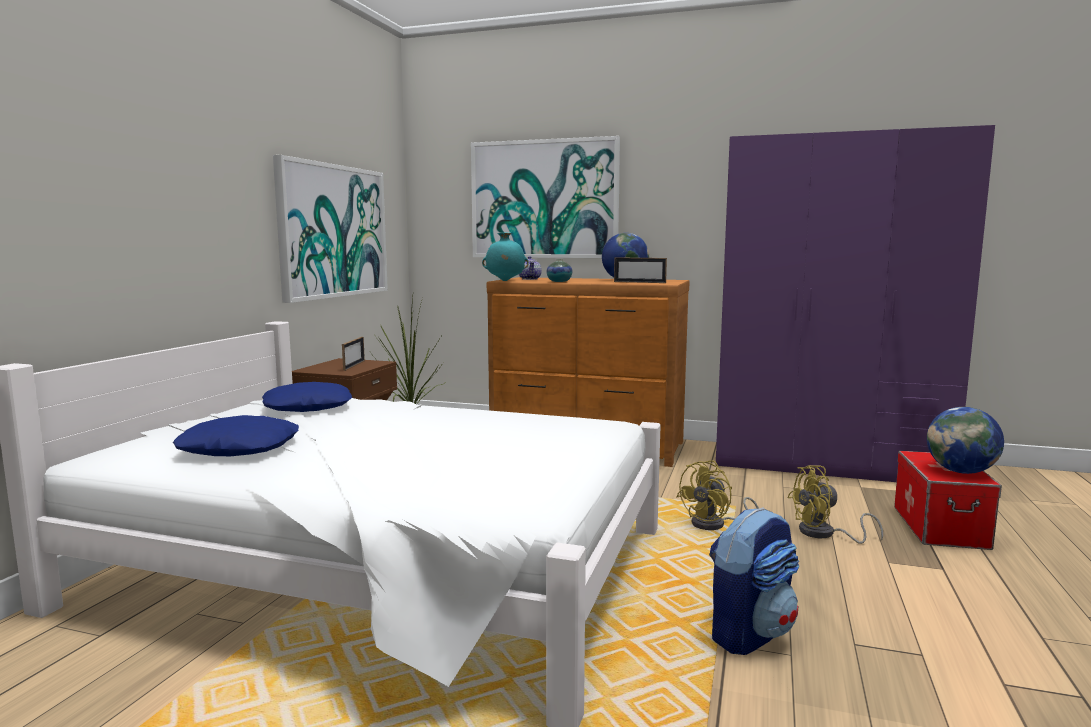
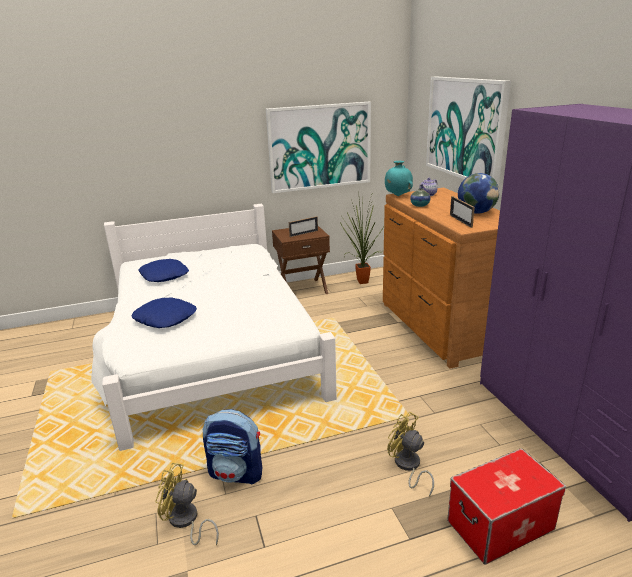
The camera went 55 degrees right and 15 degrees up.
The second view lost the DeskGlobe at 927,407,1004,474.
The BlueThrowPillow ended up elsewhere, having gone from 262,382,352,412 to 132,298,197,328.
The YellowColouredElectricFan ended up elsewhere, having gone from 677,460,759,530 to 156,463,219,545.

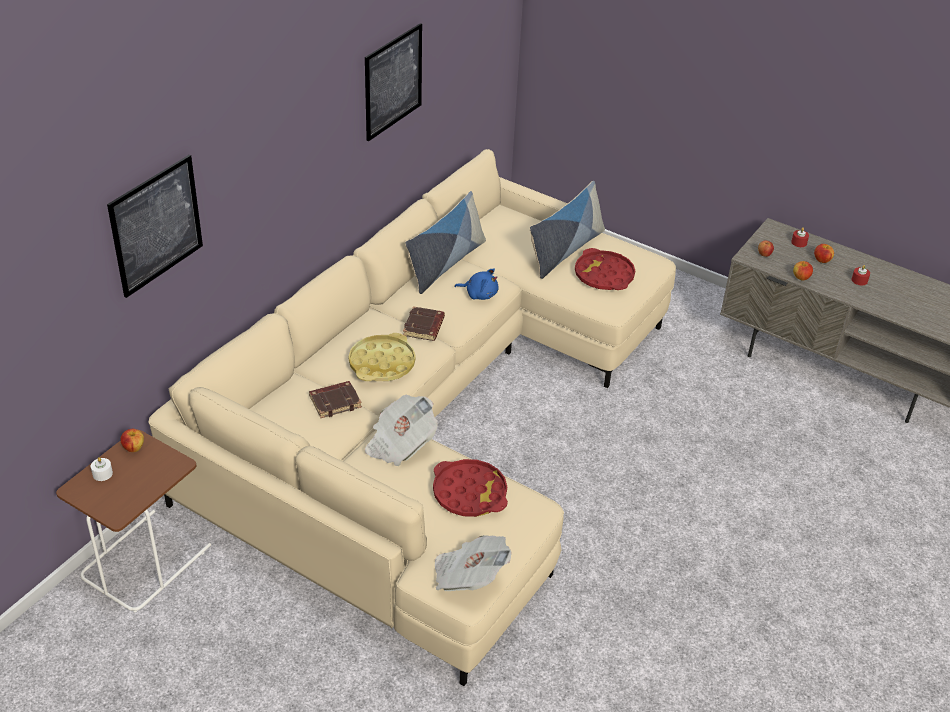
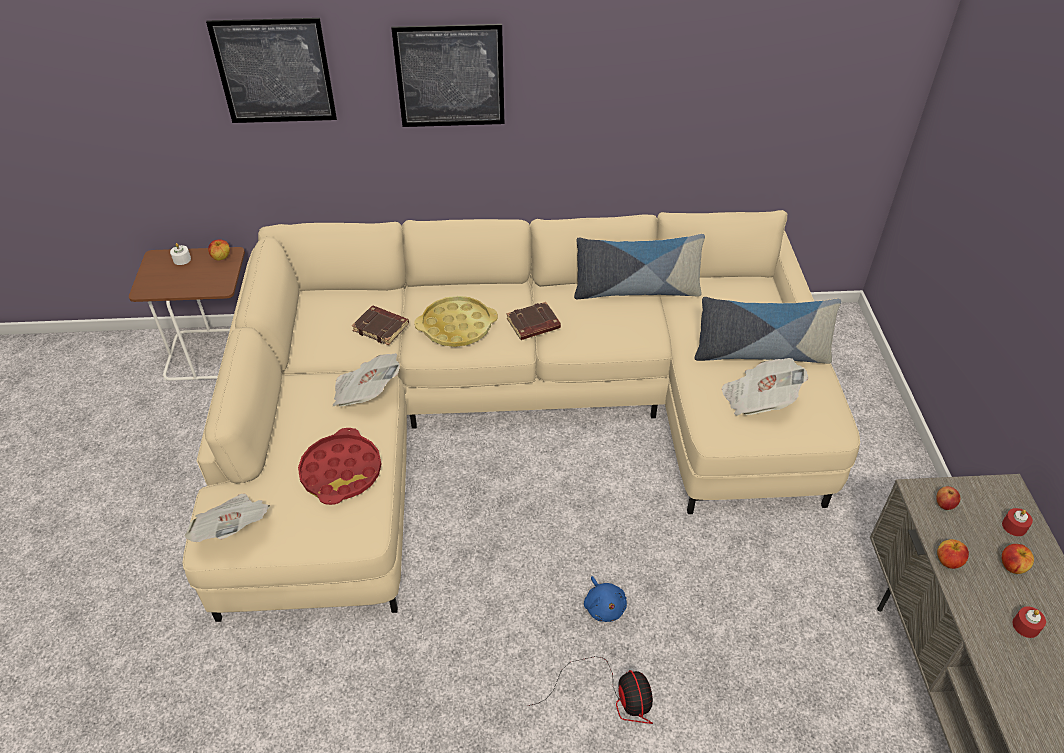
The camera went 55 degrees right and 5 degrees up.
The second view gained the ElectricFan at 528,656,653,724.
The Picture ended up elsewhere, having gone from 365,23,422,142 to 391,24,504,127.
The BlueCuddlyToy ended up elsewhere, having gone from 454,268,499,300 to 584,576,627,622.
Where the RedColouredServingTray stood at 575,248,635,290, the Newspaper came to stand at 721,358,808,416.

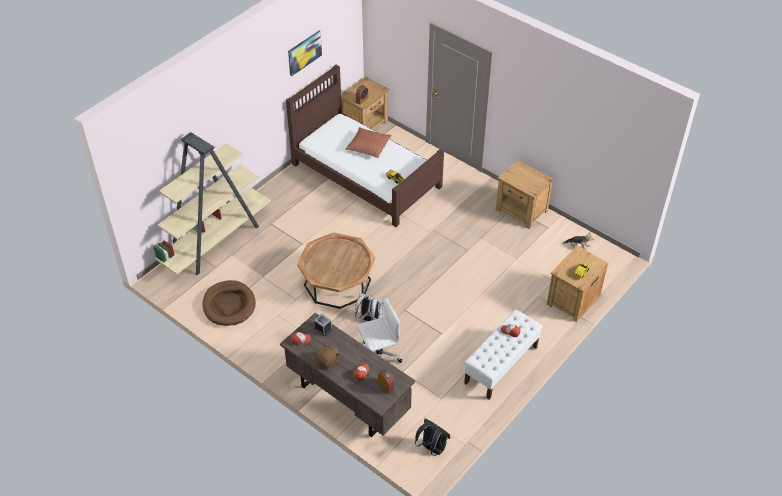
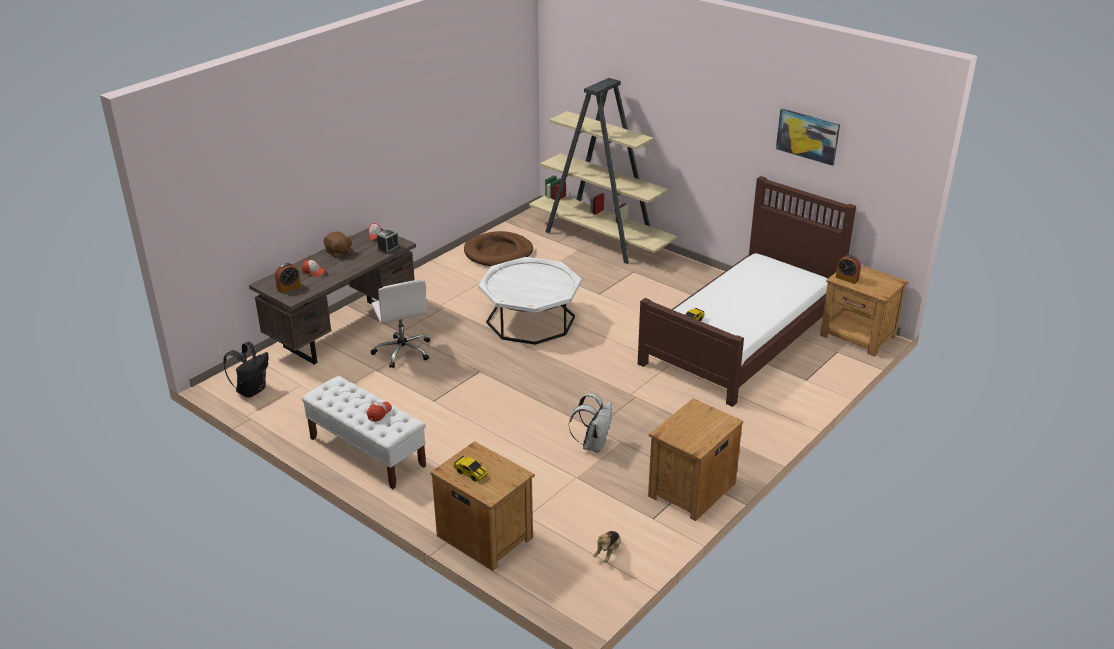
The camera went 90 degrees right and 15 degrees down.
The second view lost the ThrowPillow at 346,127,392,158.
The WhitishRucksack ended up elsewhere, having gone from 355,293,384,321 to 569,393,612,453.
What was the BrownCoffeeTable at 297,232,375,309 turned into the WhitishCoffeeTable at 479,257,581,345.

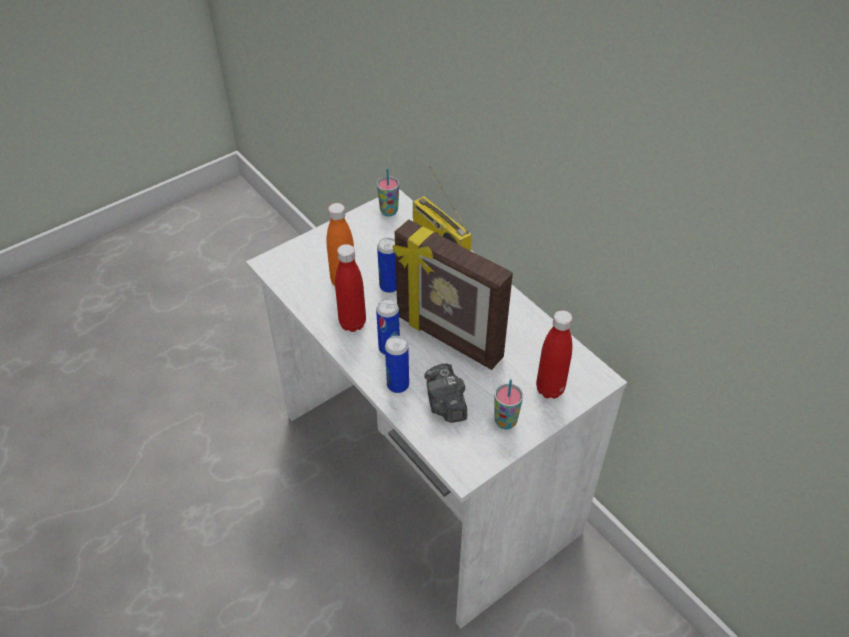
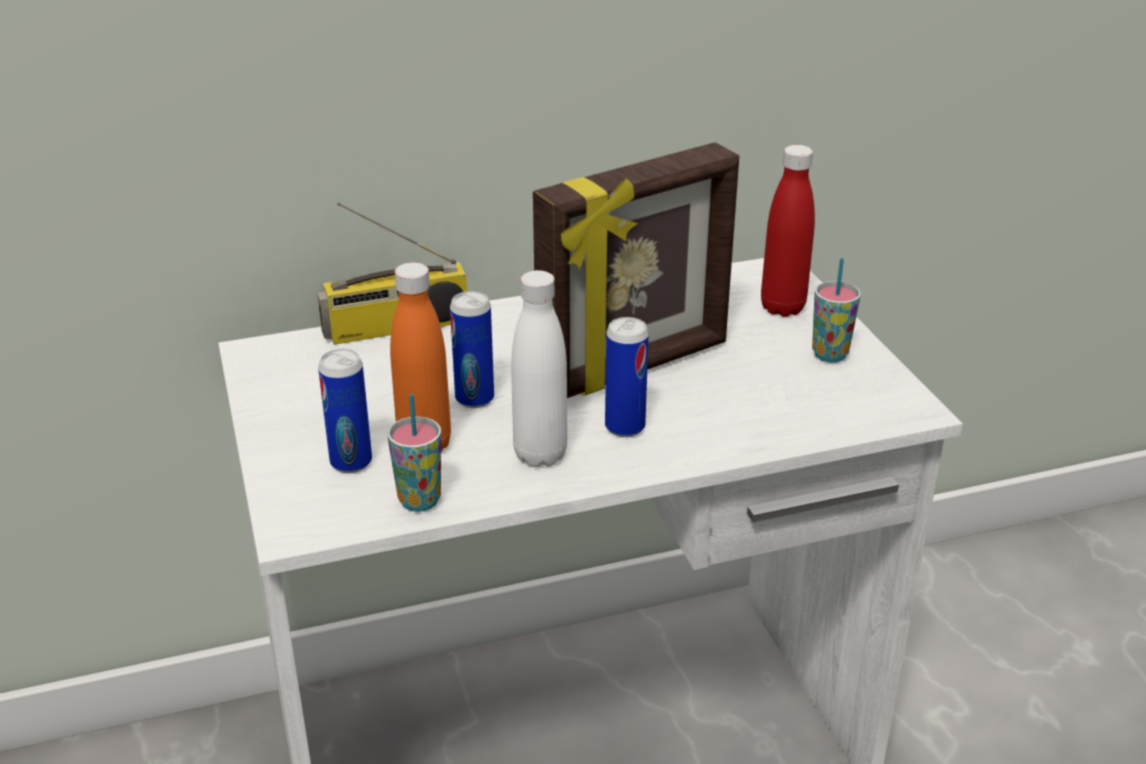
The camera went 70 degrees left and 15 degrees down.
The second view lost the PhotoCamera at 424,363,467,423.
The DrinkingCup ended up elsewhere, having gone from 377,168,399,216 to 387,394,441,512.
The Can ended up elsewhere, having gone from 385,336,409,393 to 318,349,372,473.
What was the RedColouredDrinkBottle at 335,244,366,332 turned into the WhitishDrinkBottle at 511,270,568,467.

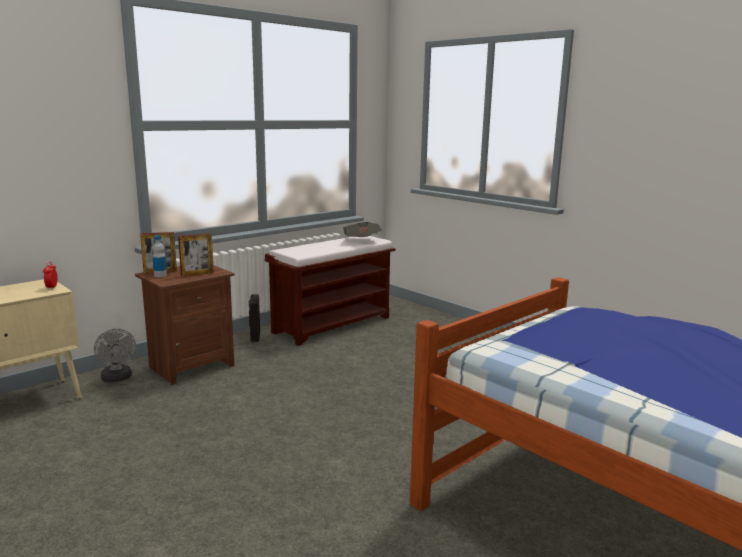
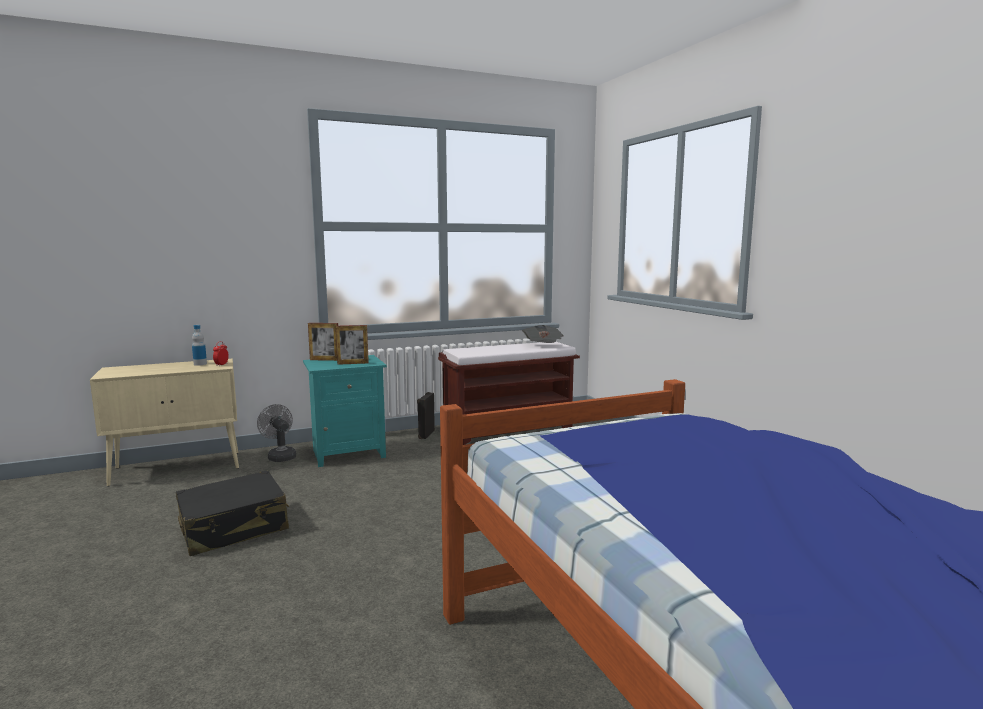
The camera went 20 degrees right and 5 degrees down.
The second view gained the BlackishSuitcase at 176,470,289,556.
The DrinkBottle ended up elsewhere, having gone from 153,235,167,277 to 192,325,207,366.
What was the BrownBedsideTable at 135,265,235,385 turned into the BlueGreenBedsideTable at 303,355,387,467.
The GreyishElectricFan at 94,328,136,382 ended up facing another way, 150 degrees clockwise from before.

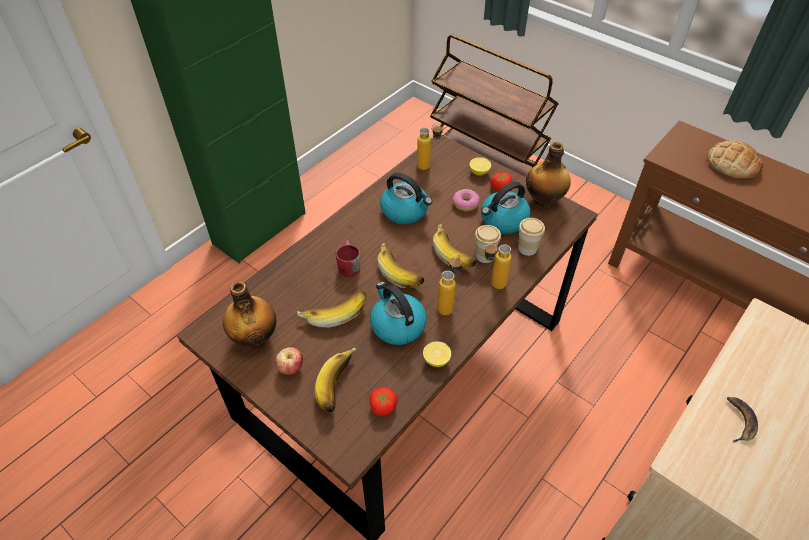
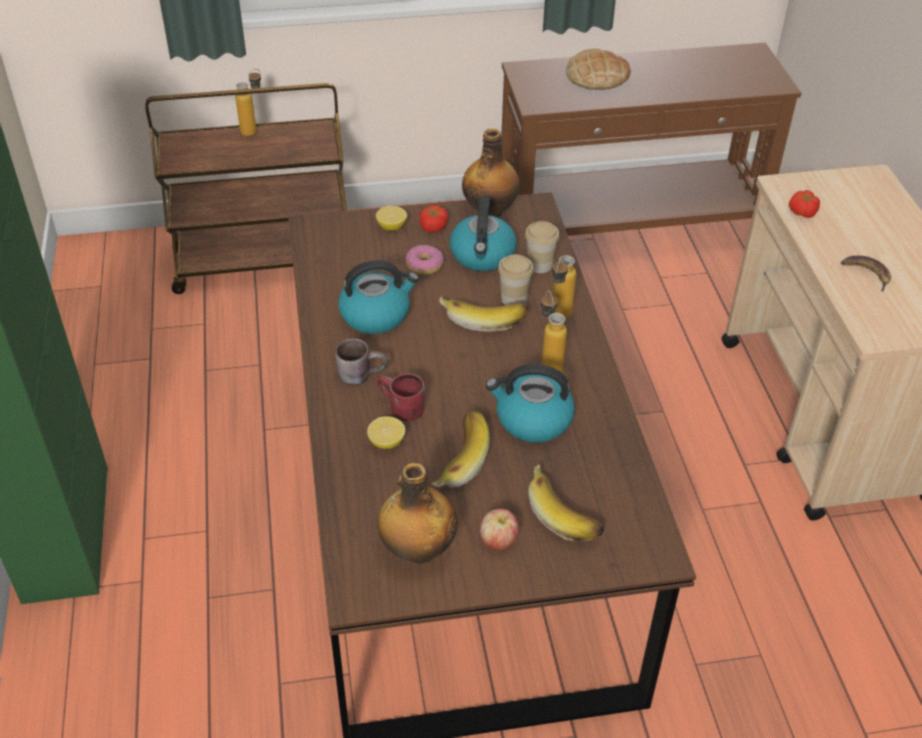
The camera went 50 degrees left and 5 degrees down.
The second view lost the WholeBanana at 378,243,425,288.
The second view gained the BrownMug at 335,338,388,385.
The Tomato ended up elsewhere, having gone from 370,387,397,416 to 789,190,820,218.
The DrinkBottle ended up elsewhere, having gone from 417,123,444,170 to 235,69,261,136.
The CitrusFruit ended up elsewhere, having gone from 423,341,451,367 to 367,417,405,449.

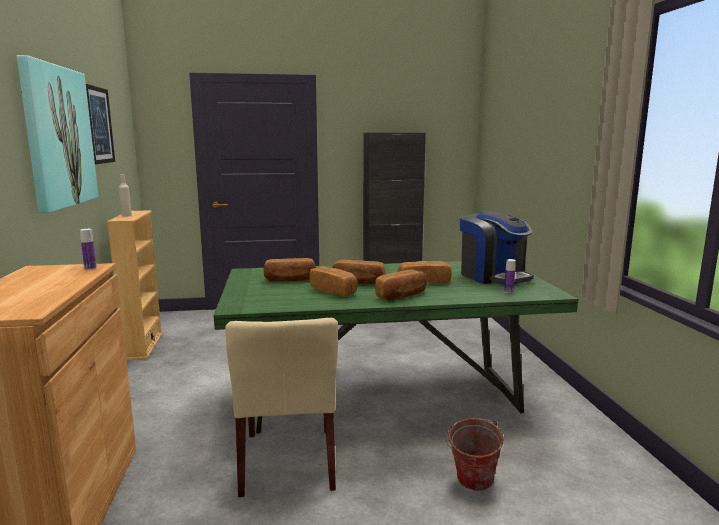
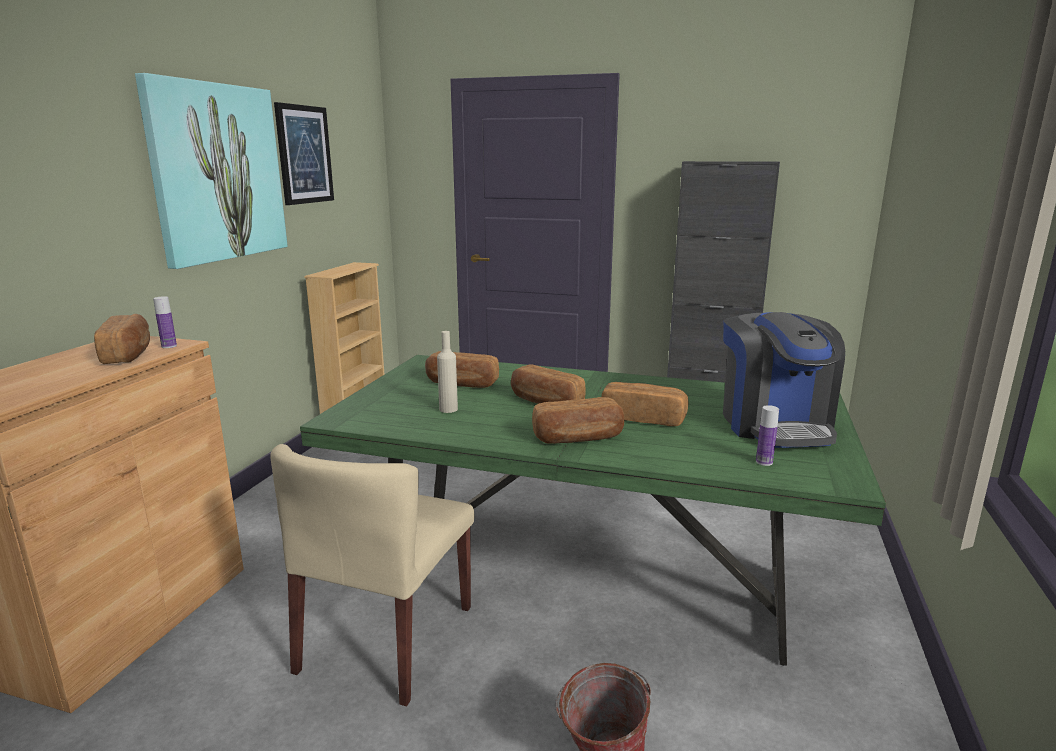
The camera went 25 degrees right and 5 degrees up.
The SandColouredDrinkBottle ended up elsewhere, having gone from 118,174,132,217 to 437,331,458,413.
The Bread ended up elsewhere, having gone from 310,266,358,297 to 94,314,150,364.

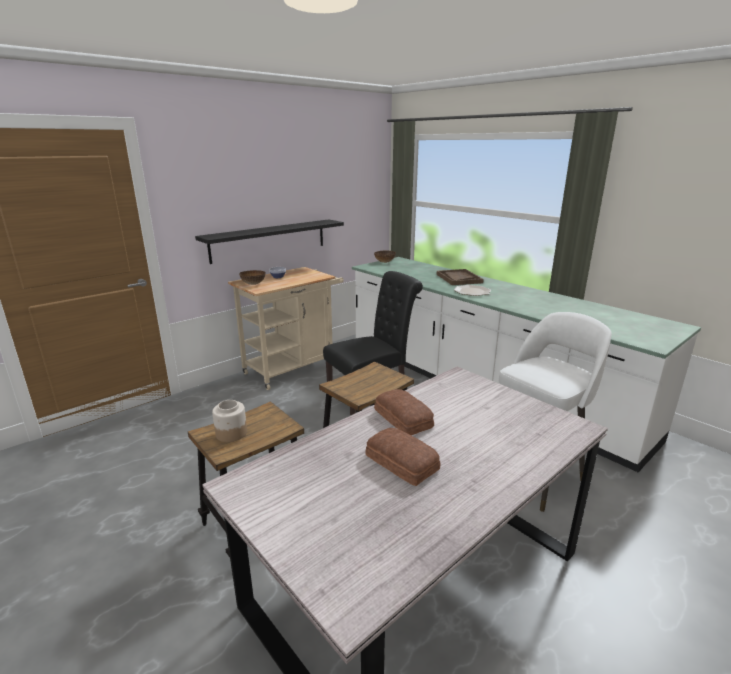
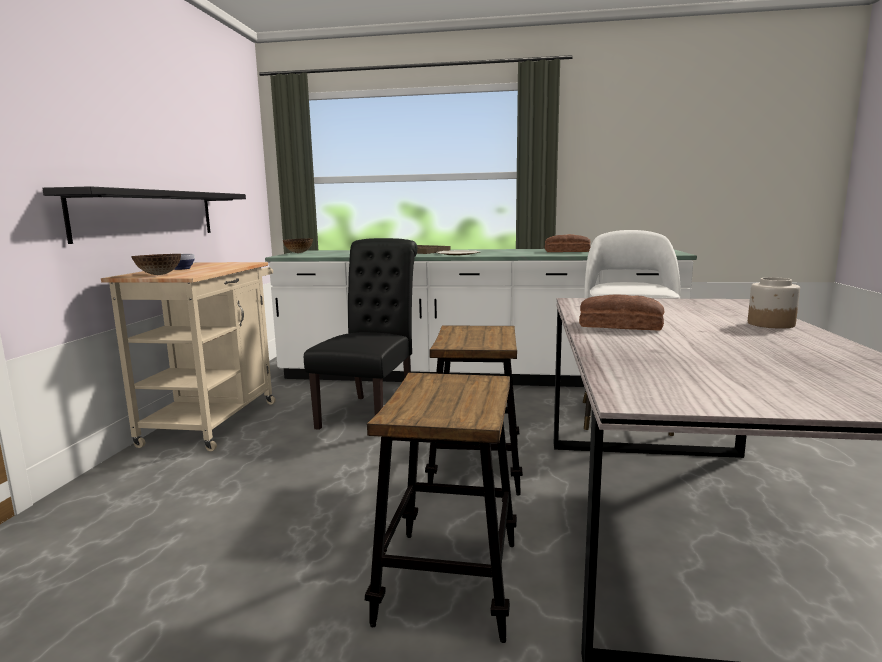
The camera went 40 degrees left and 10 degrees down.
The StorageJar ended up elsewhere, having gone from 212,400,247,442 to 748,277,800,329.
The Bread ended up elsewhere, having gone from 365,428,440,486 to 545,234,591,252.

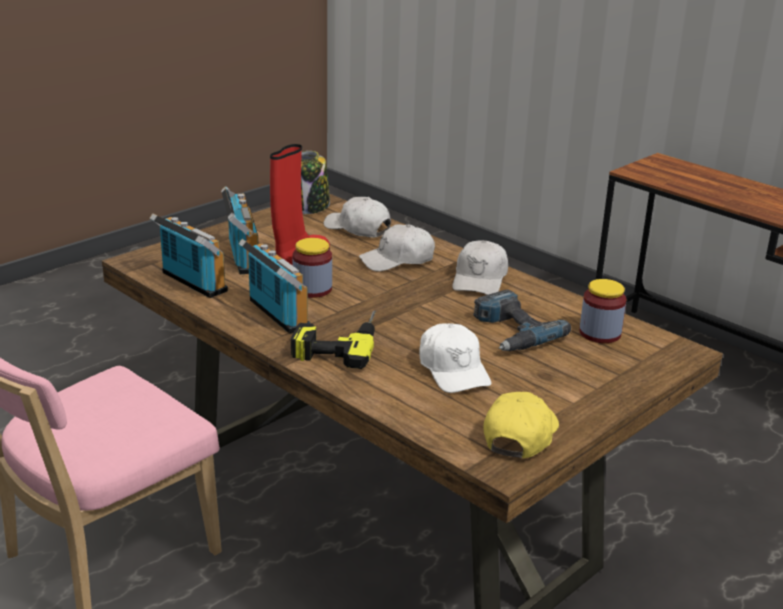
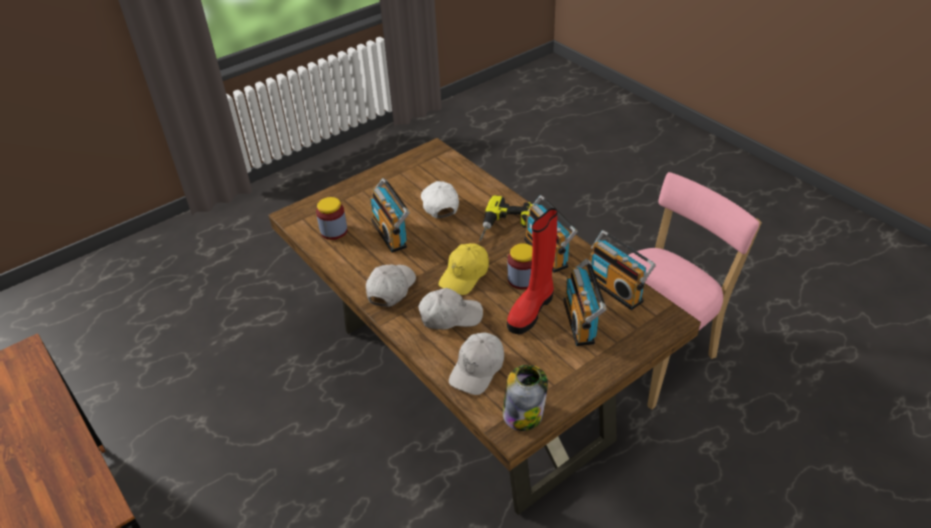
The camera went 170 degrees left and 15 degrees up.
The YellowColouredPeakedCap ended up elsewhere, having gone from 484,392,559,458 to 439,243,489,295.
Where the PowerDrill stood at 473,290,571,351, the Radio came to stand at 370,178,410,253.
The WhitishPeakedCap at 324,197,391,238 ended up facing another way, 75 degrees clockwise from before.

